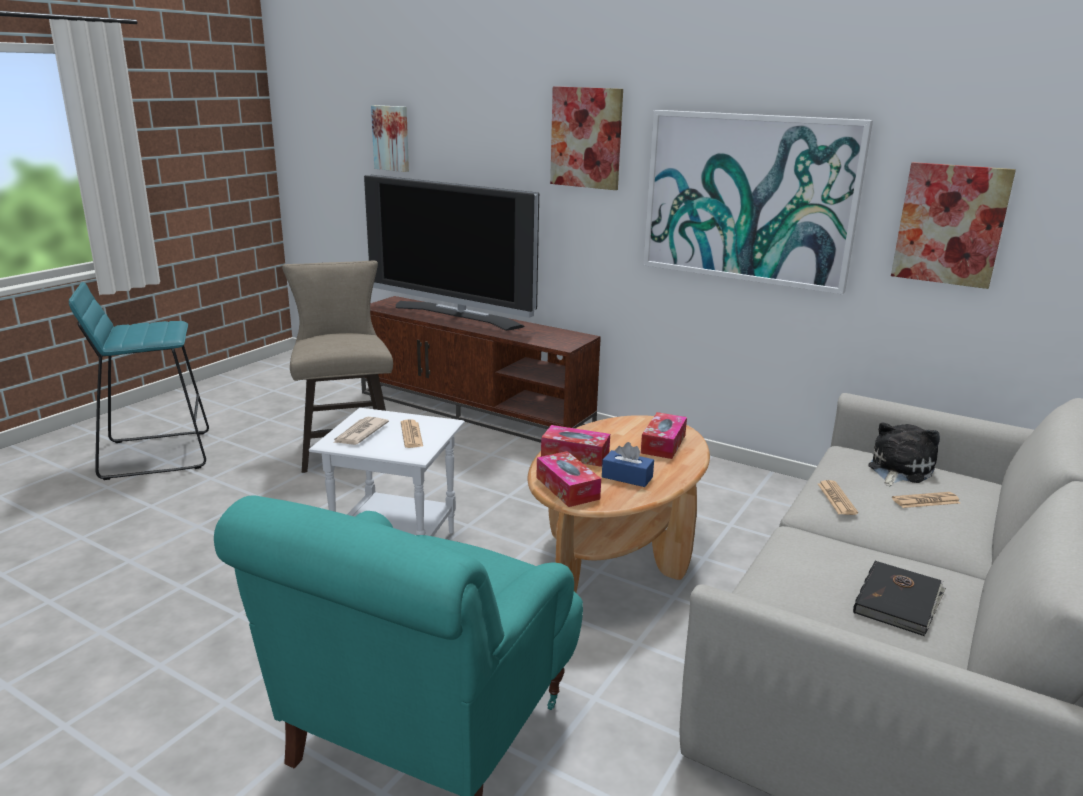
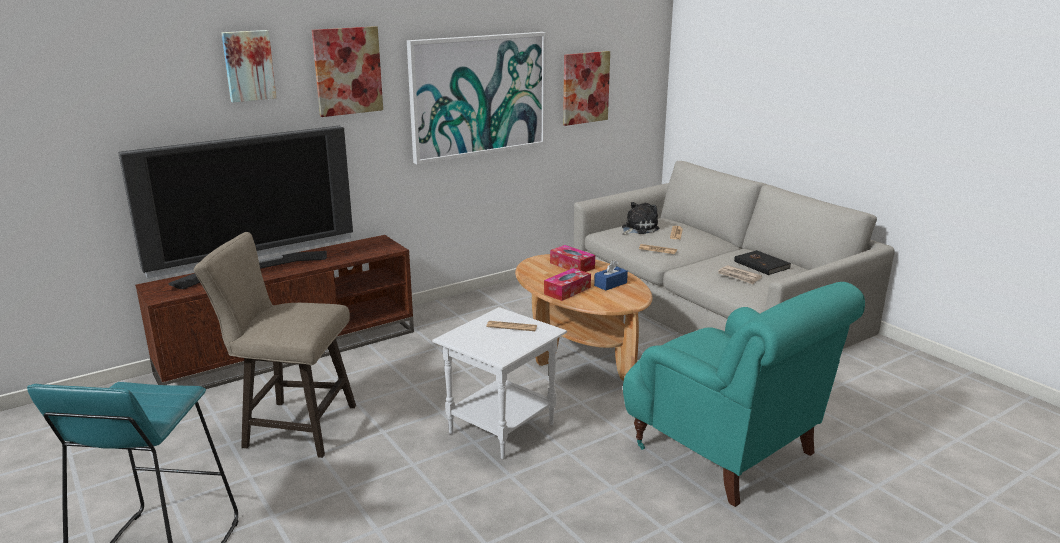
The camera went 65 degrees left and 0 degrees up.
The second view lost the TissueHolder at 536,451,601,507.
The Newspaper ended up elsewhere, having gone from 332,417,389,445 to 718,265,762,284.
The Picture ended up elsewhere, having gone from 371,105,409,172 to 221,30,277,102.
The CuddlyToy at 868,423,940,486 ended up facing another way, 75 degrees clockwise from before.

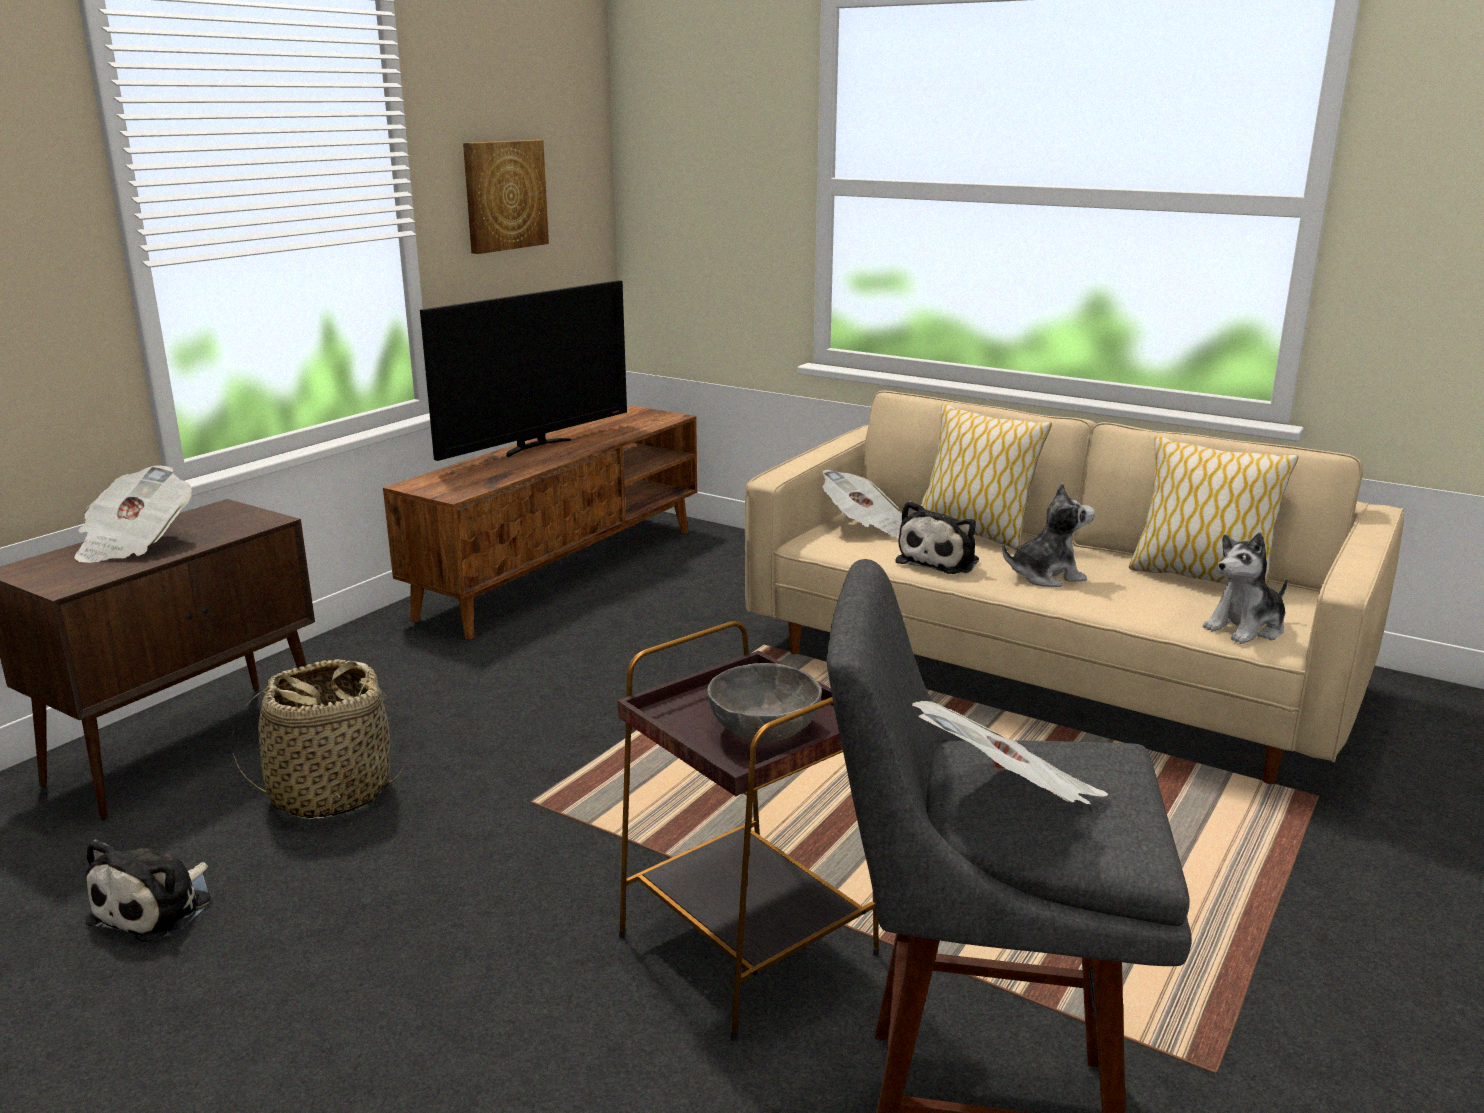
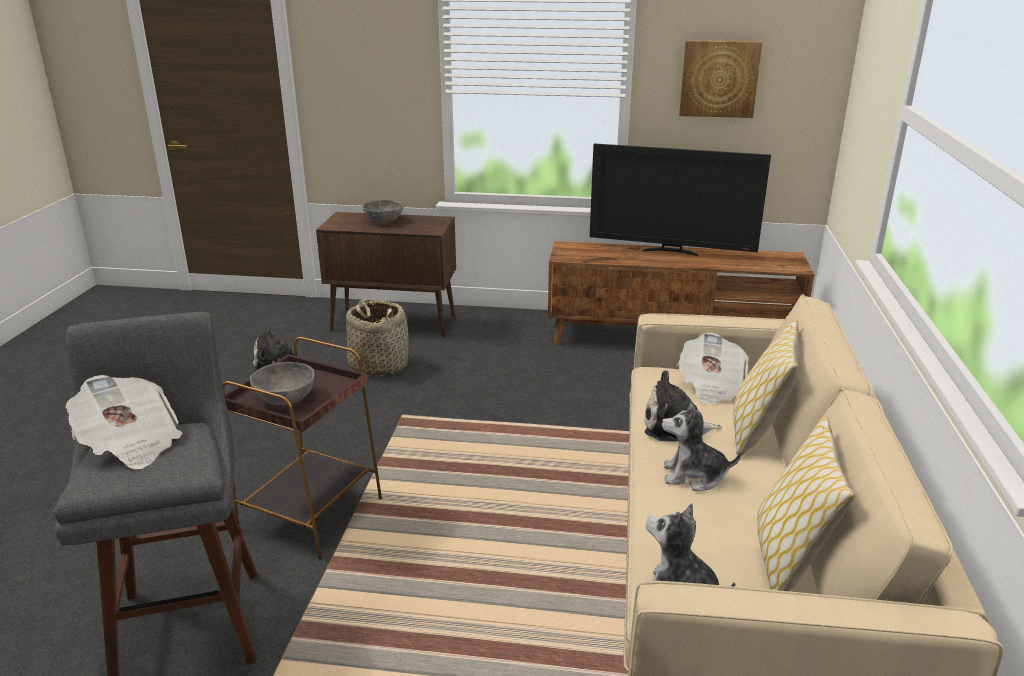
The camera went 65 degrees right and 5 degrees up.
Where the Newspaper stood at 75,465,192,563, the GreyishServingBowl came to stand at 363,200,403,223.
The CuddlyToy at 1002,483,1095,587 ended up facing another way, 135 degrees clockwise from before.

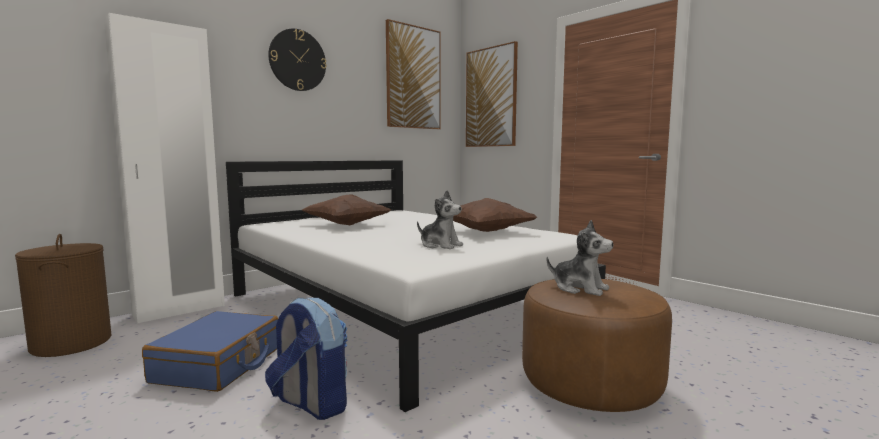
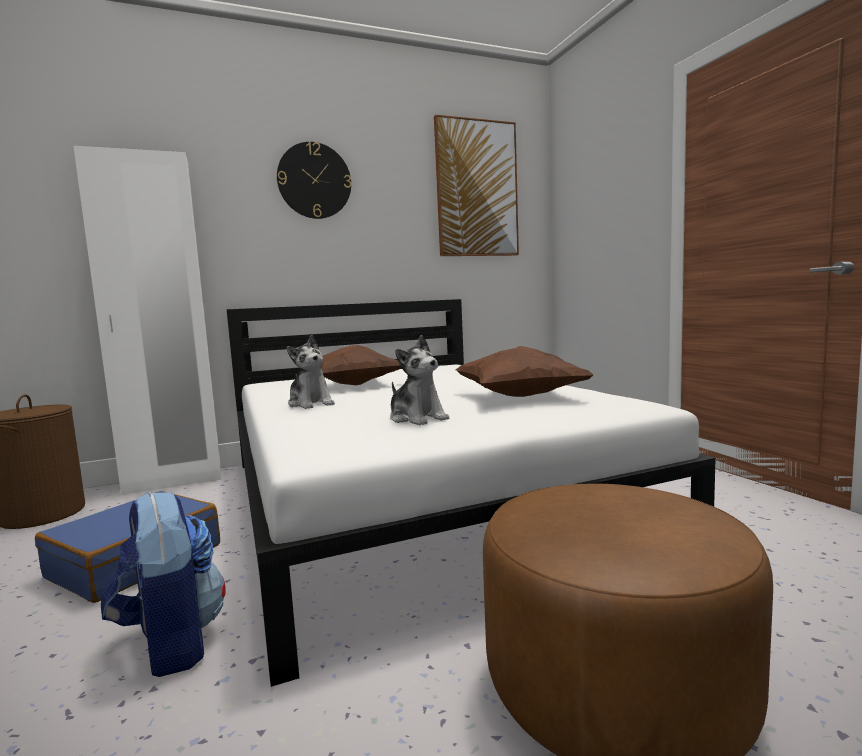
The camera went 20 degrees right and 0 degrees up.
The second view lost the Picture at 466,41,518,147.
The CuddlyToy ended up elsewhere, having gone from 546,220,613,296 to 287,335,335,409.

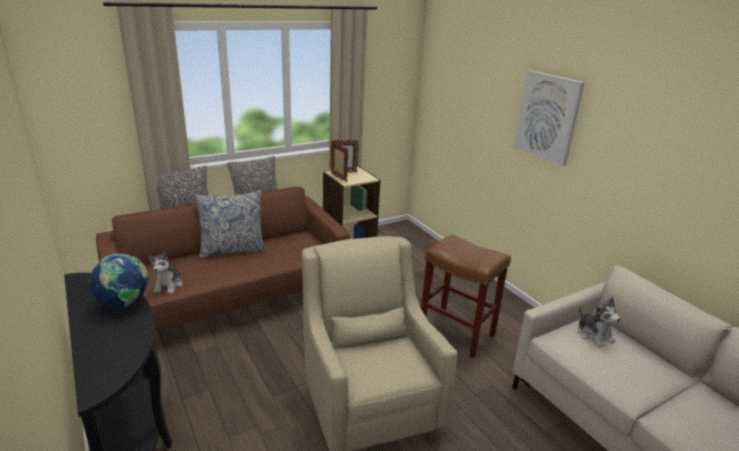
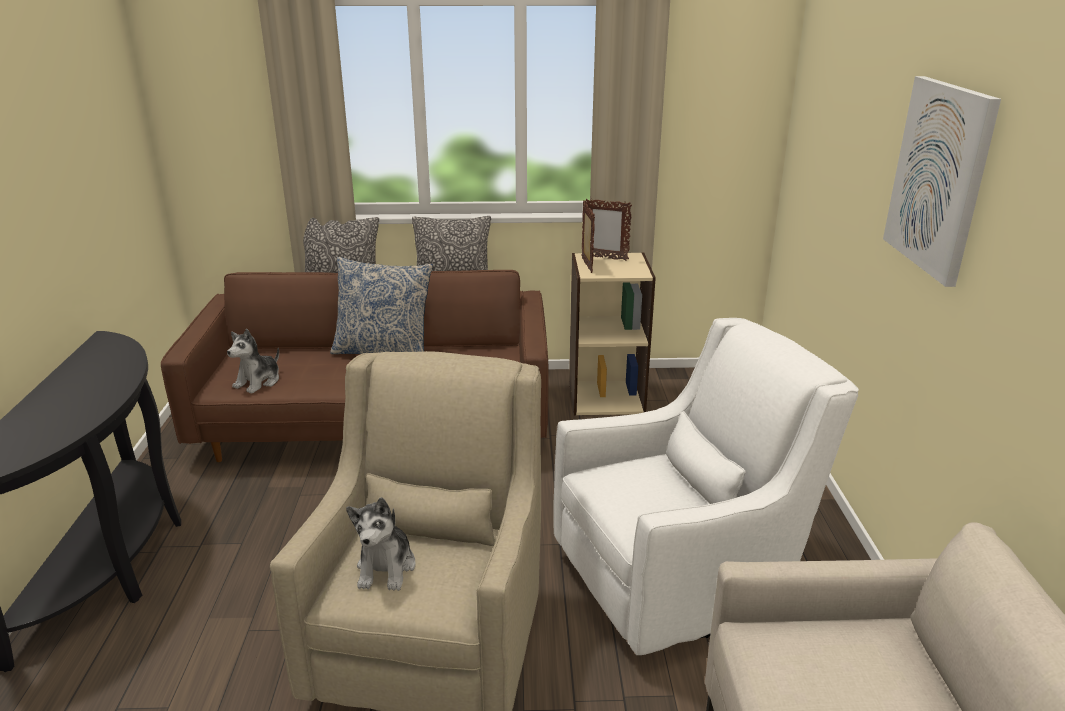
The camera went 30 degrees right and 0 degrees up.
The second view lost the DeskGlobe at 89,253,149,307.
The CuddlyToy ended up elsewhere, having gone from 578,297,620,348 to 346,497,415,591.
Where the BrownSittingStool stood at 421,235,511,358, the WhitishEasyChair came to stand at 554,318,859,655.

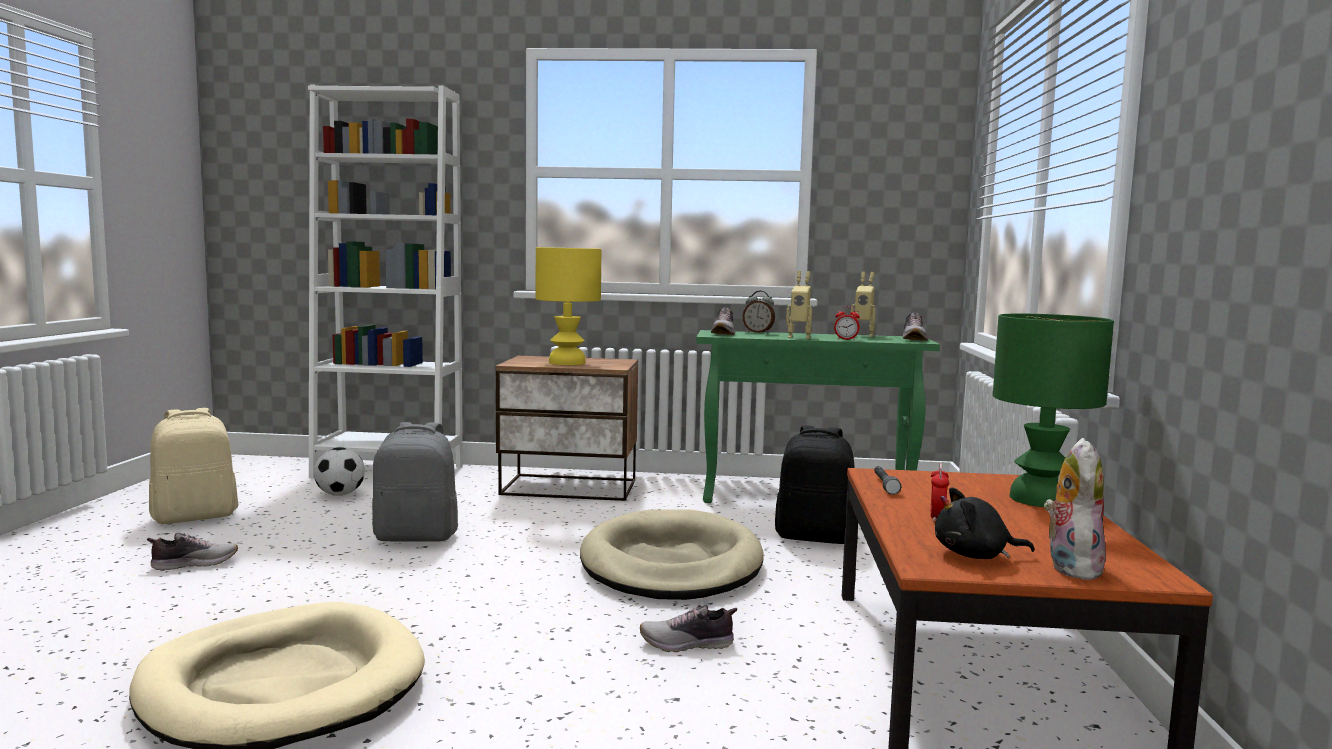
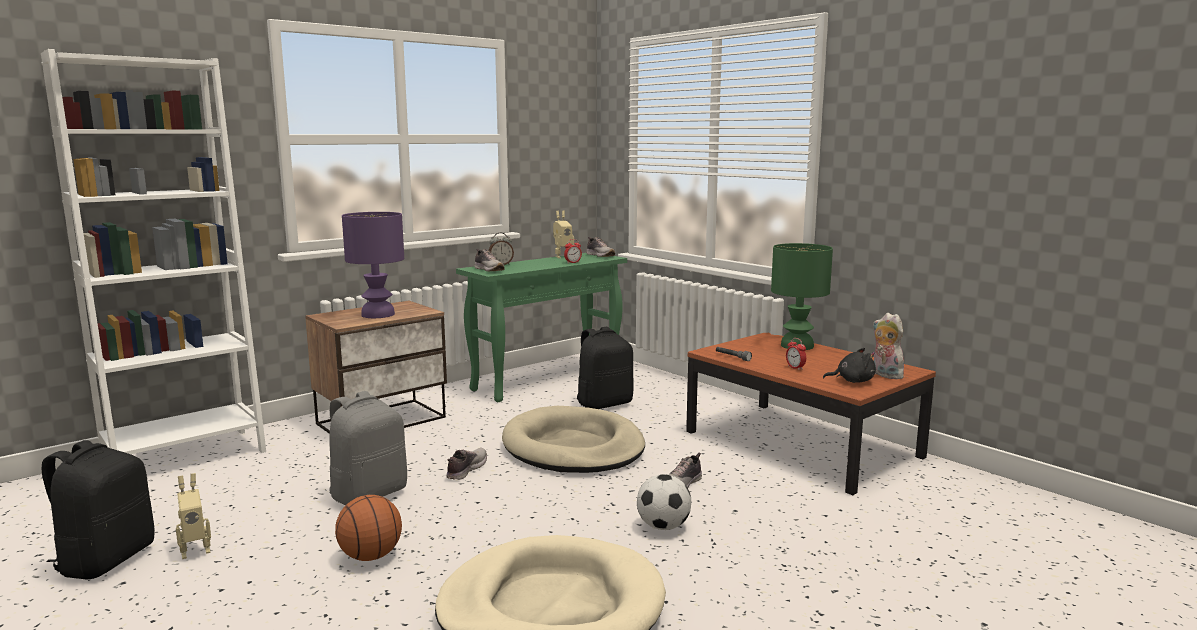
The camera went 45 degrees left and 5 degrees up.
The second view gained the Basketball at 335,495,402,561.
The ItemOfFootwear ended up elsewhere, having gone from 147,533,238,570 to 447,448,487,480.
The Football ended up elsewhere, having gone from 314,447,365,496 to 637,474,691,530.
The ModelRobot ended up elsewhere, having gone from 786,271,812,339 to 176,473,211,559.
What was the SandColouredRucksack at 149,408,239,524 turned into the BlackishRucksack at 41,440,154,580.
What was the YellowColouredLampForATable at 536,247,601,365 turned into the PurplishLampForATable at 342,212,404,318.
The BlackishCuddlyToy at 935,487,1035,559 ended up facing another way, 135 degrees counterclockwise from before.

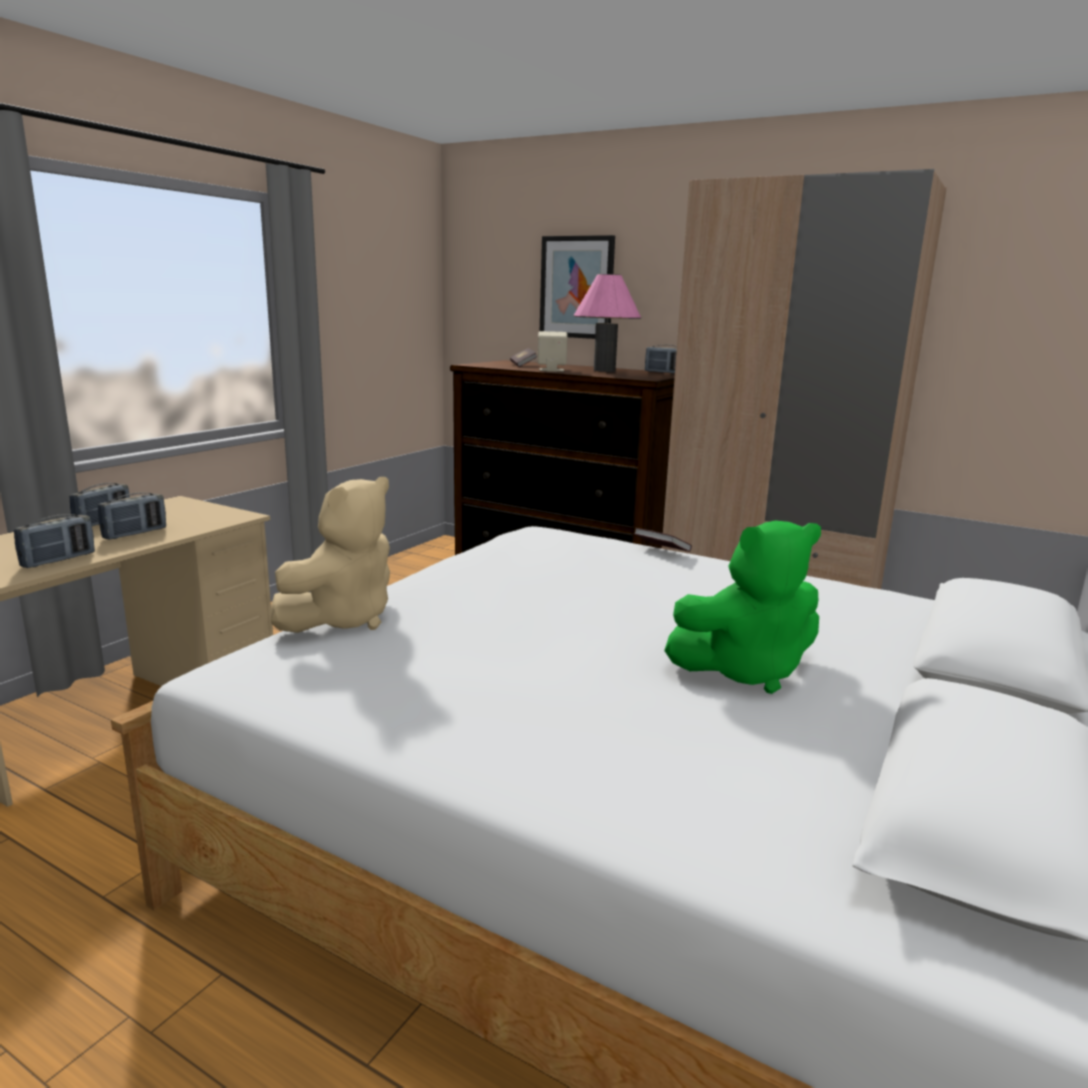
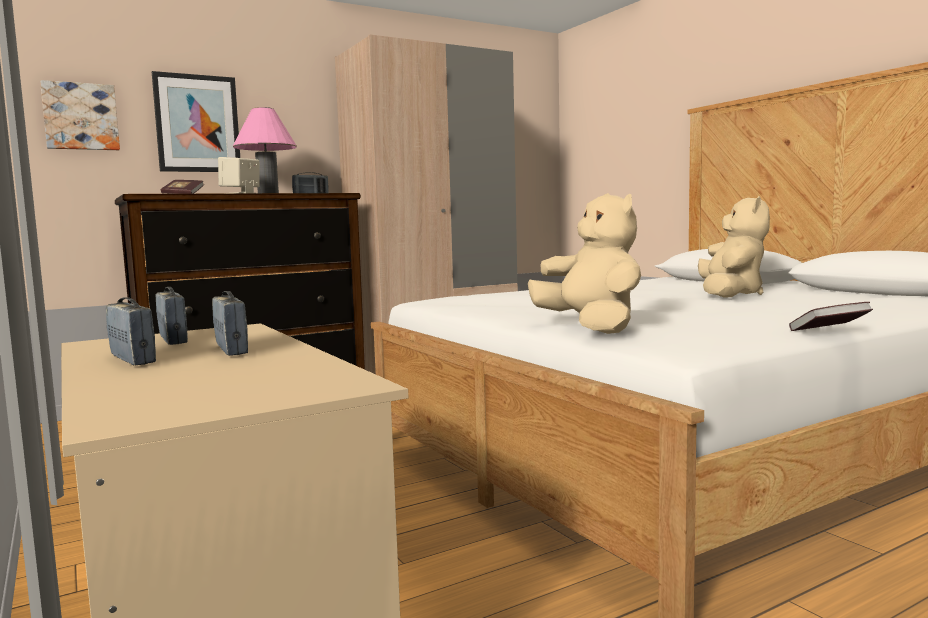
The camera went 60 degrees left and 10 degrees down.
The second view gained the Picture at 40,80,120,150.
The Radio ended up elsewhere, having gone from 14,514,95,568 to 156,287,188,345.
The Volume ended up elsewhere, having gone from 634,528,692,552 to 789,302,873,331.
What was the GreenCuddlyToy at 664,521,821,694 turned into the SandColouredCuddlyToy at 698,196,770,298.

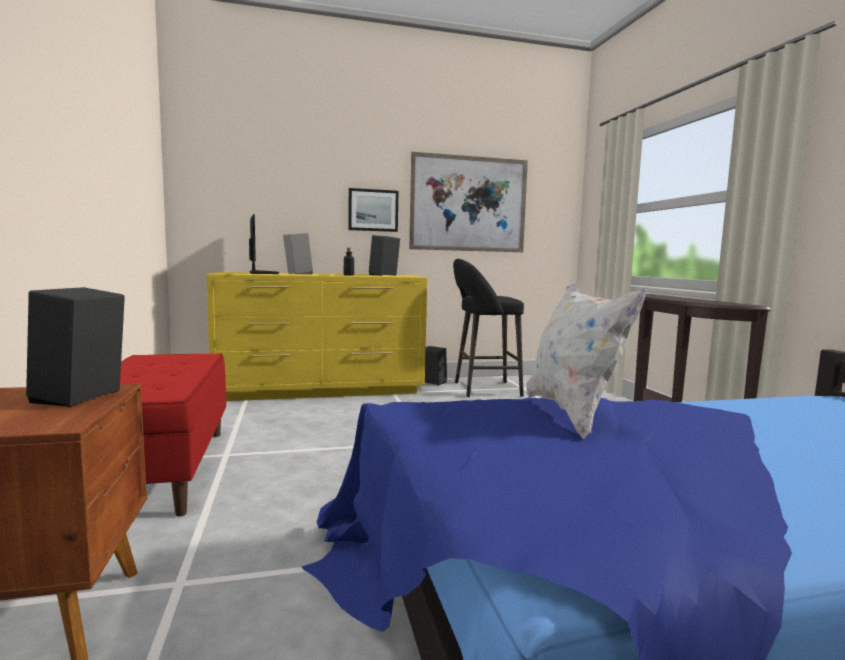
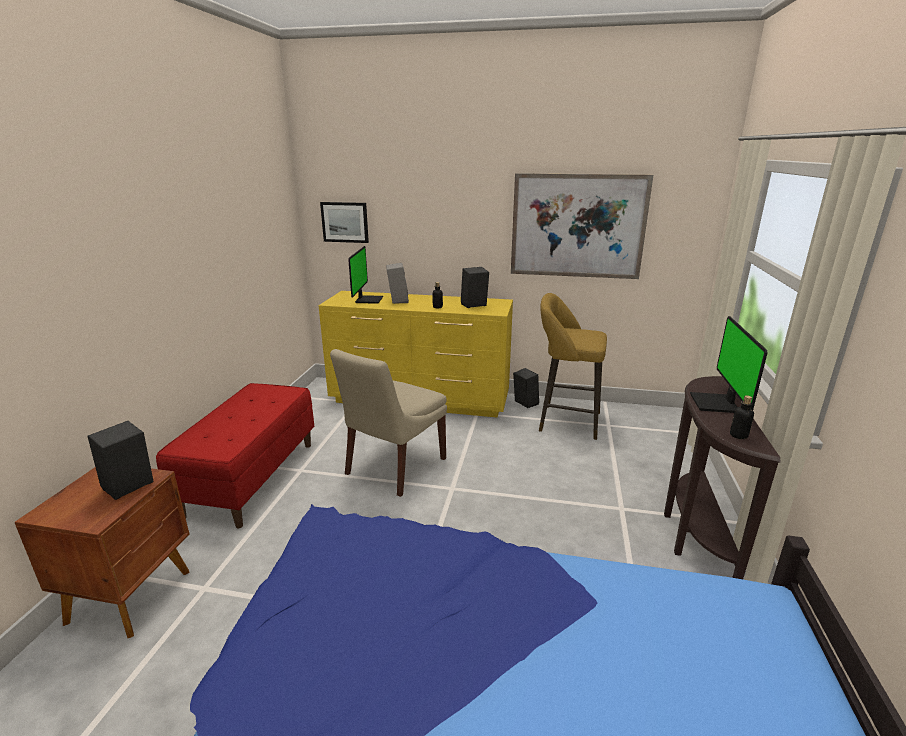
The camera went 25 degrees right and 15 degrees up.
The second view lost the WhitishThrowPillow at 526,282,647,439.
The second view gained the SandColouredPlainChair at 330,349,447,497.
The second view gained the ComputerScreen at 690,316,767,413.
The second view gained the DrinkBottle at 730,395,754,439.
The Picture ended up elsewhere, having gone from 348,188,398,232 to 320,202,369,243.
What was the BlackishSittingStool at 453,259,524,397 turned into the YellowColouredSittingStool at 539,293,607,440.

